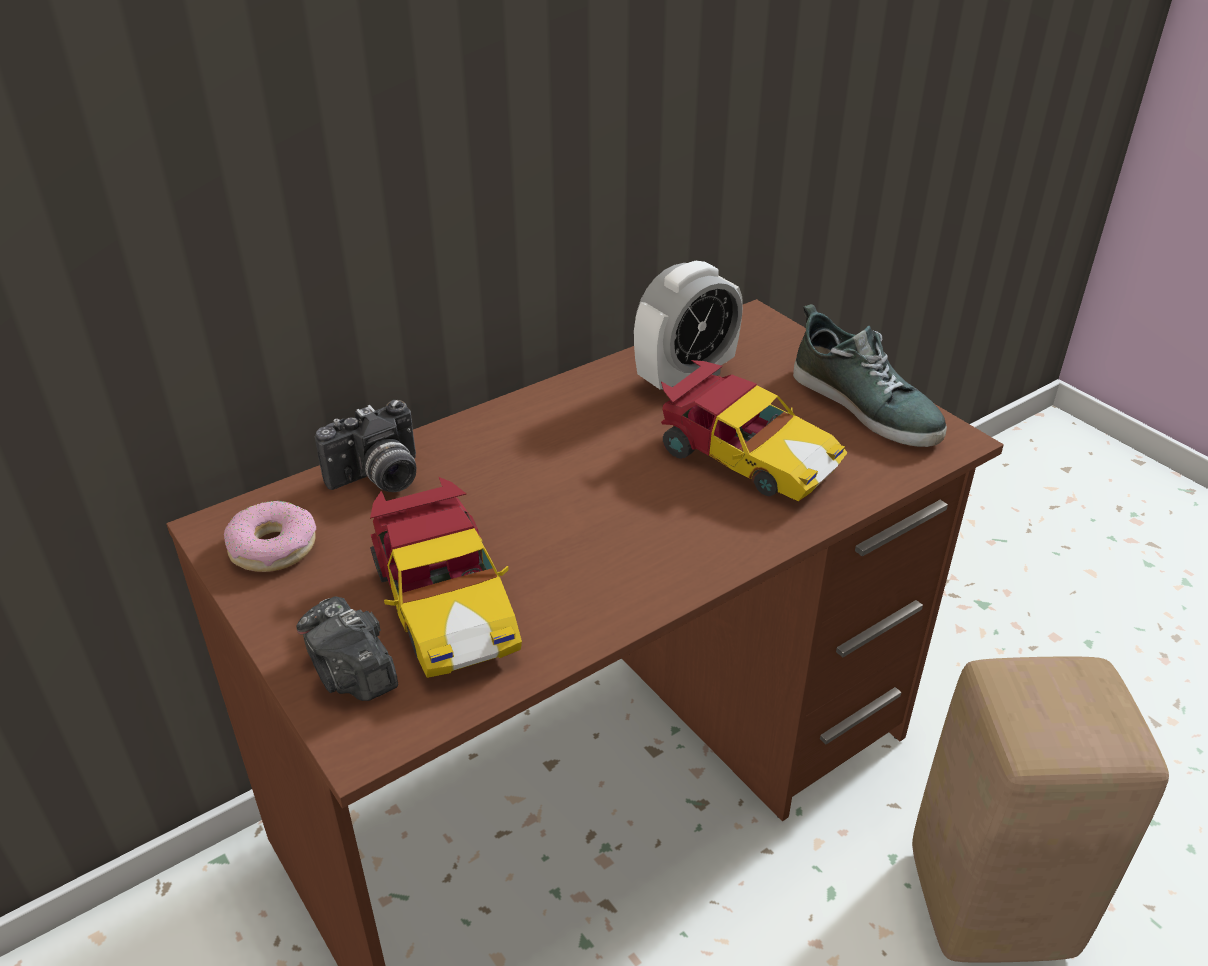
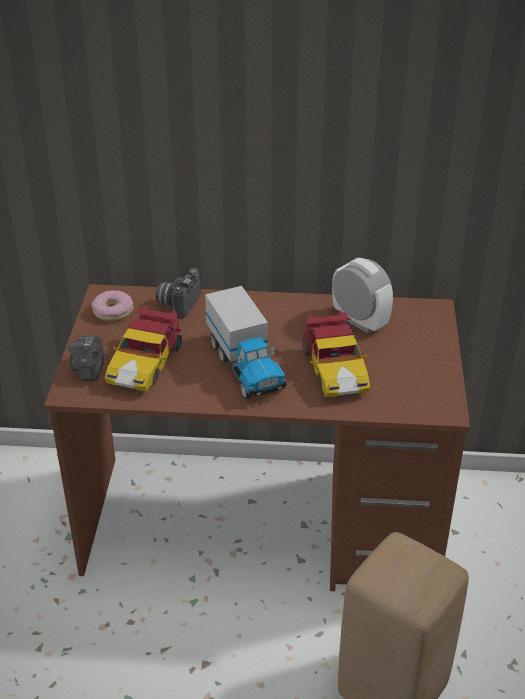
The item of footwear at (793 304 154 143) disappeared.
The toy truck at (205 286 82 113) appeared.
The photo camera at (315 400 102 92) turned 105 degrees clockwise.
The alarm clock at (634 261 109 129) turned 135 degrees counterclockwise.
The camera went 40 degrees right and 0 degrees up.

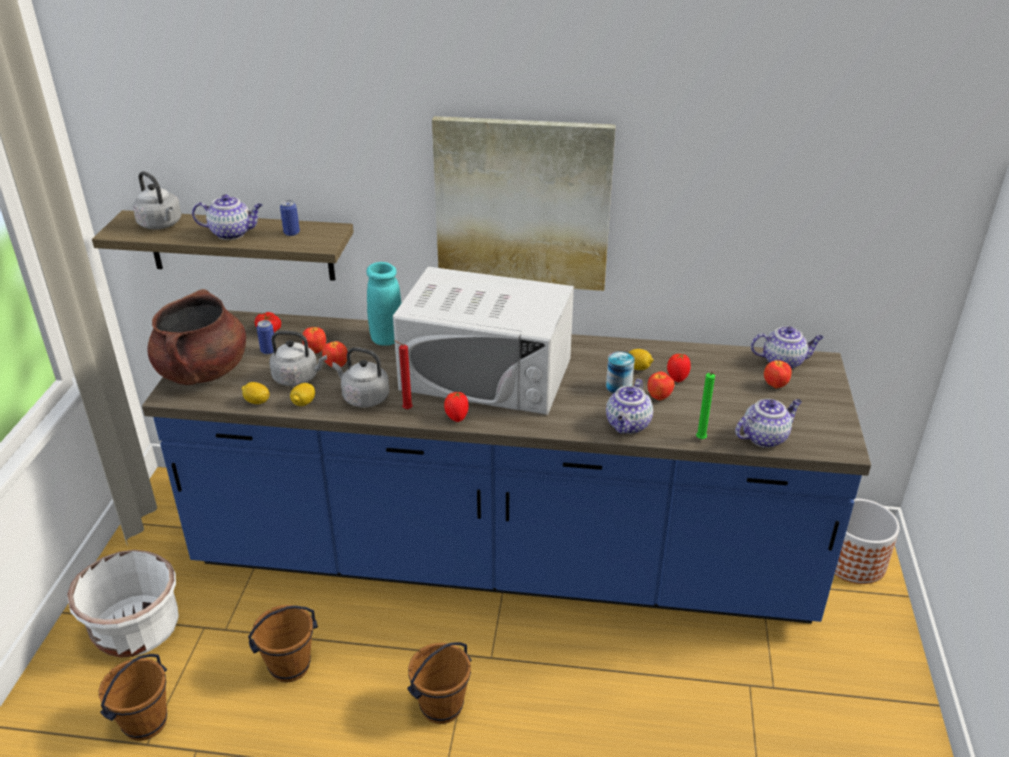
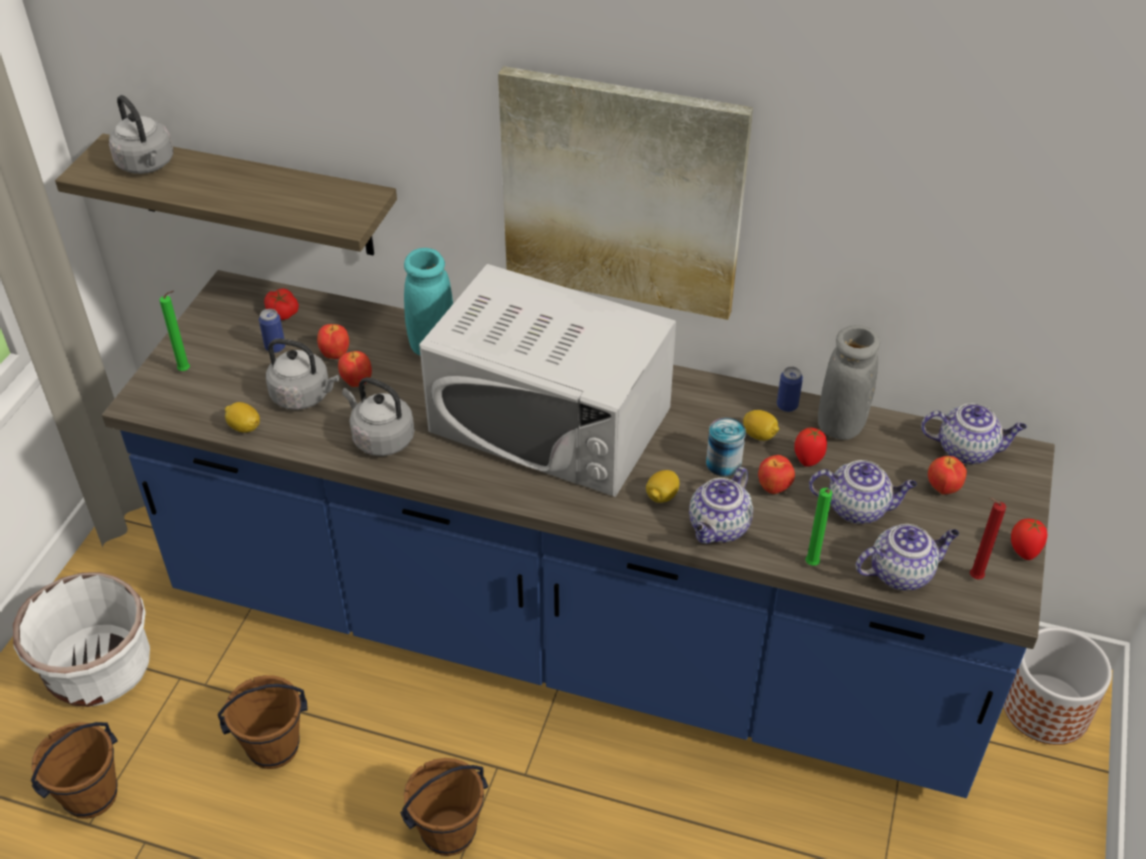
The flower vase/gray at (818 325 62 115) appeared.
The teapot moved from (192 194 71 46) to (809 460 108 64).
The metal can moved from (280 200 20 36) to (777 366 26 46).
The citrus fruit moved from (290 383 25 23) to (646 470 34 33).
The wax candle/red-coloured moved from (394 340 19 69) to (970 498 36 82).
The tomato moved from (444 391 25 31) to (1011 519 36 41).
The saucepot/brownish at (147 289 99 96) was replaced by the wax candle/green at (159 291 31 80).
The camera went 10 degrees right and 10 degrees up.

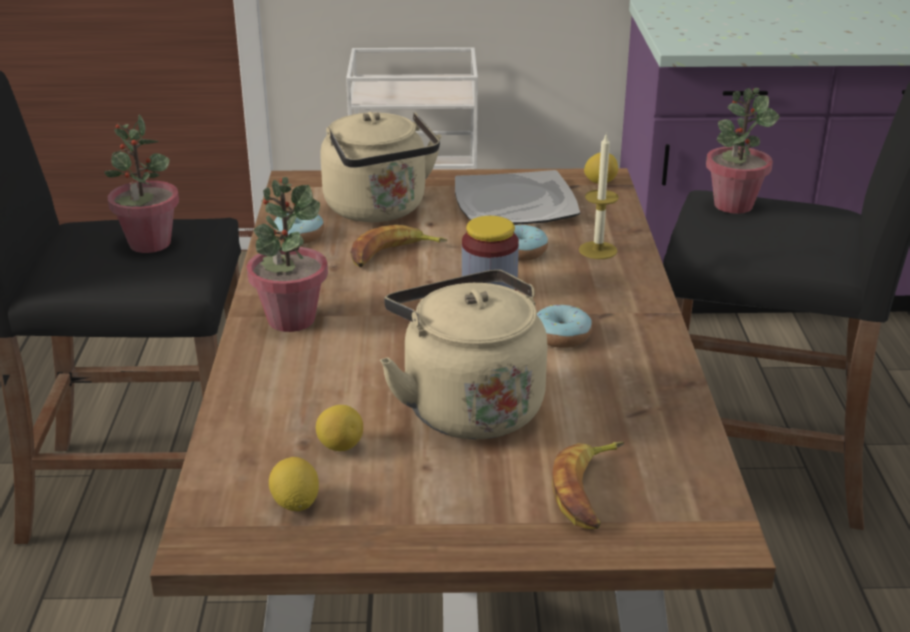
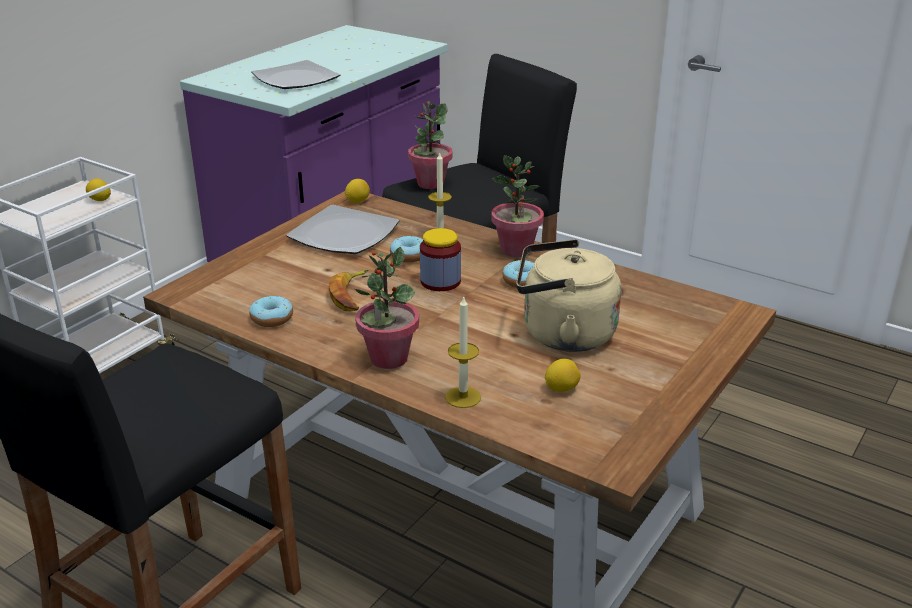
The tea kettle/sand-coloured at (320 112 121 110) disappeared.
The whole banana at (552 442 72 87) disappeared.
The plate at (251 60 89 29) appeared.
The wax candle at (445 295 36 113) appeared.
The plant in a pot moved from (104 115 75 138) to (491 155 53 102).
The citrus fruit moved from (269 457 50 54) to (86 178 25 23).
The camera went 55 degrees left and 0 degrees up.

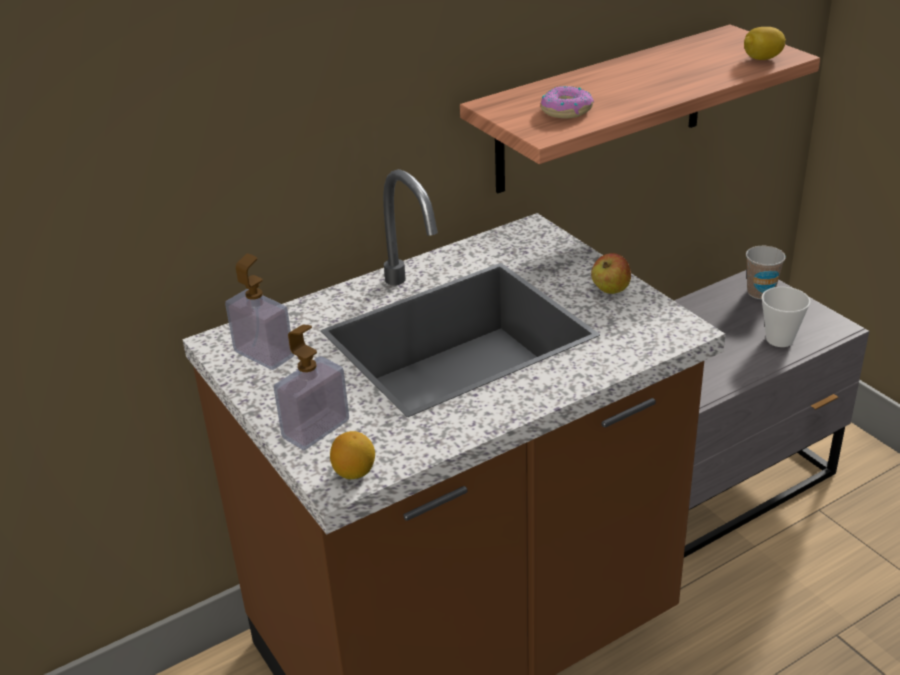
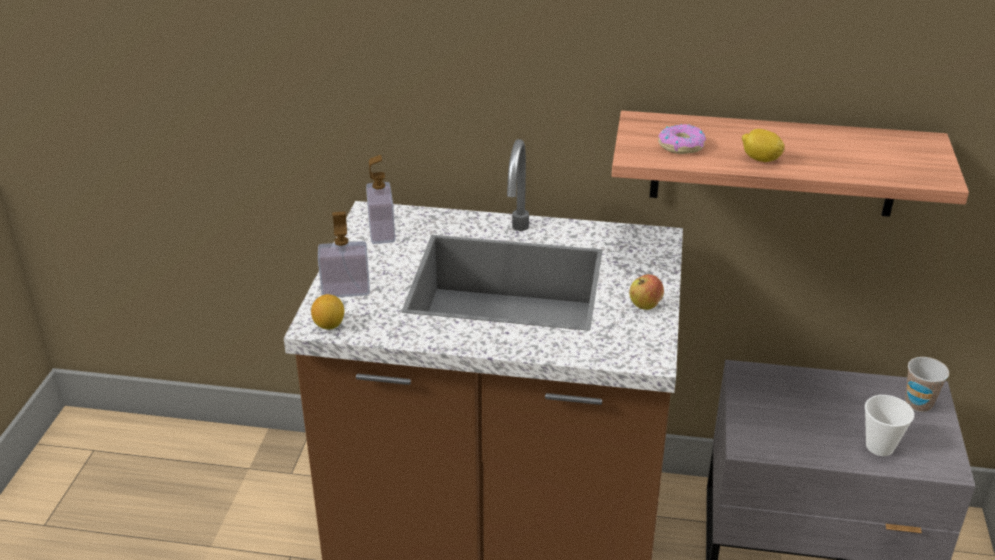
The citrus fruit moved from (744 27 42 33) to (742 129 43 33).
The camera went 40 degrees right and 0 degrees up.

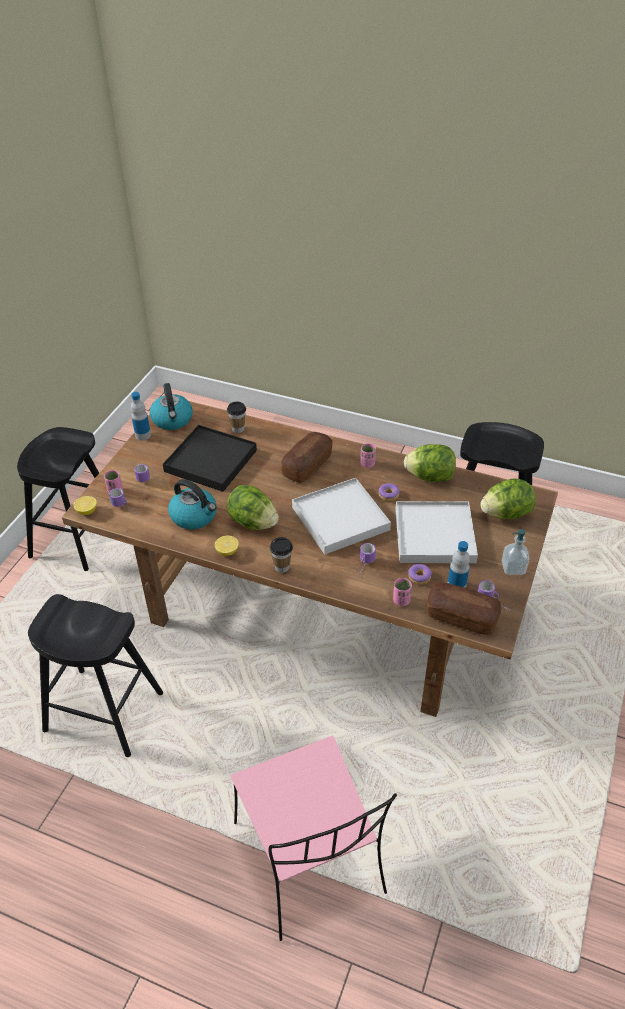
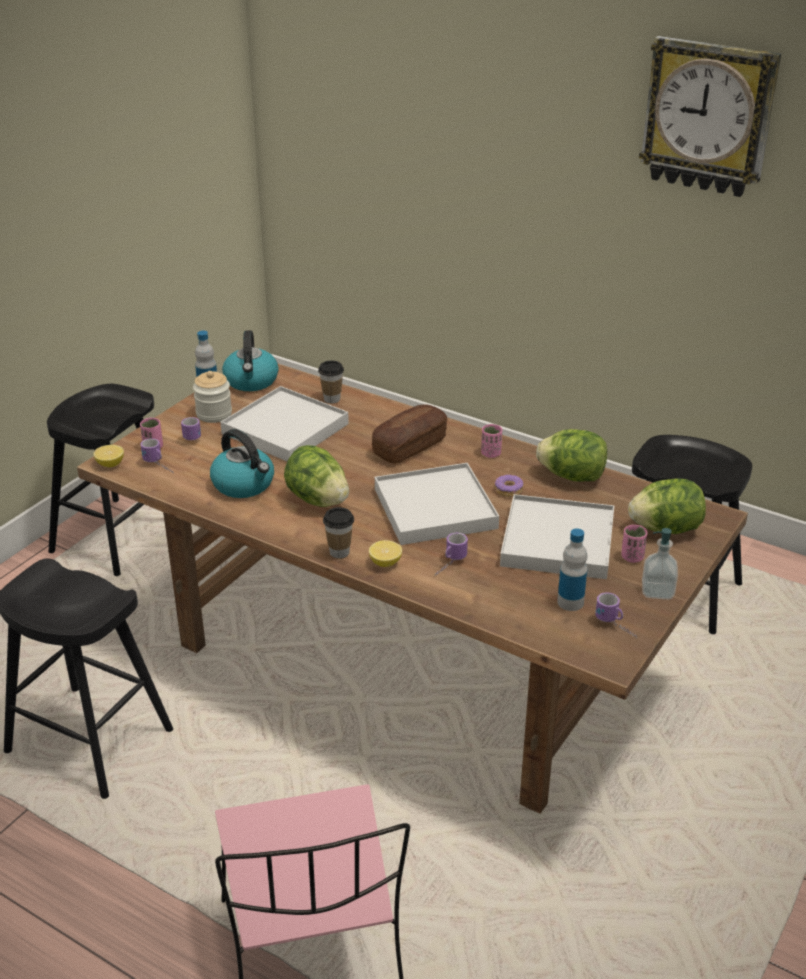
The doughnut at (408 564 24 21) disappeared.
The baked bread at (427 583 74 52) disappeared.
The storage jar at (193 371 39 52) appeared.
The hanging clock at (639 36 142 161) appeared.
The citrus fruit moved from (215 536 24 20) to (369 540 33 27).
The drinking cup/pink moved from (393 578 19 28) to (621 525 26 38).
The serving tray/black at (163 425 94 67) became the serving tray/white-coloured at (220 386 129 75).
The camera went 10 degrees right and 10 degrees down.

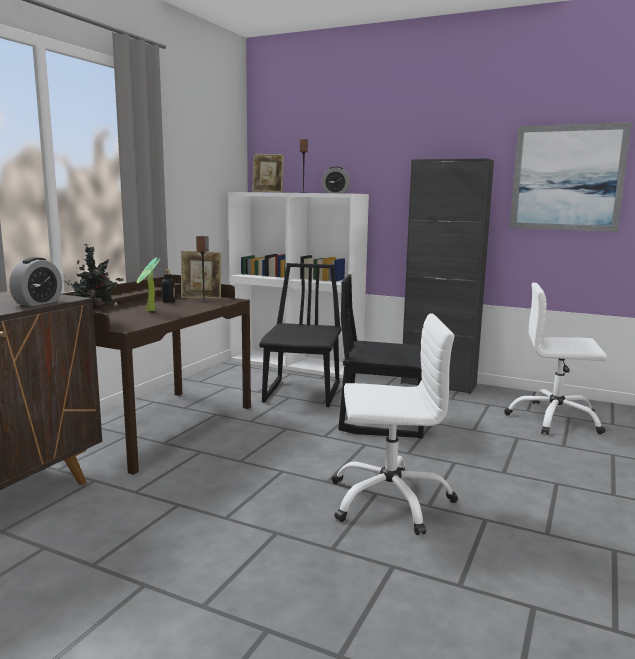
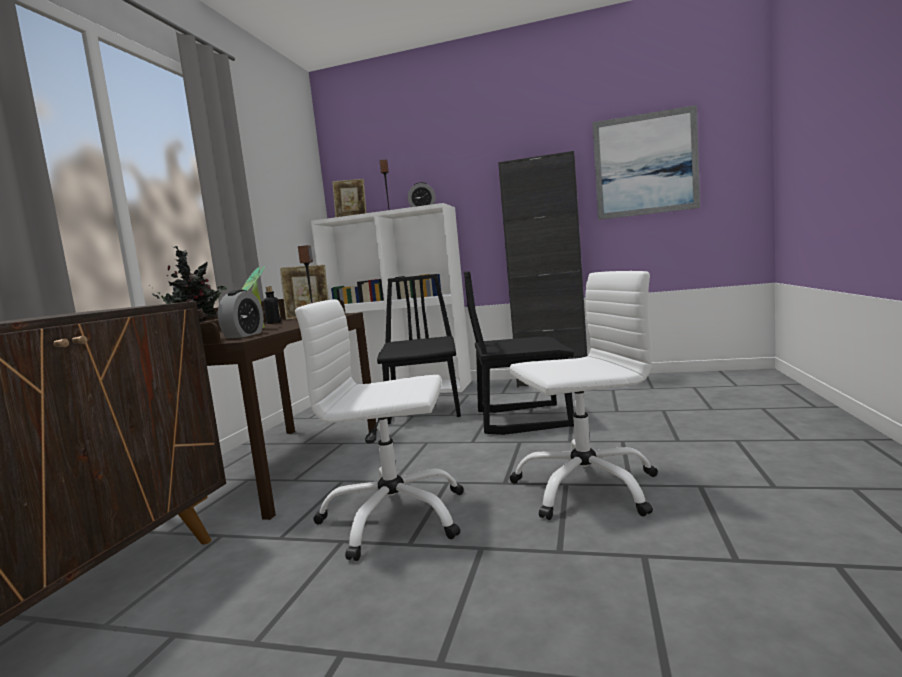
The alarm clock moved from (9 257 53 49) to (218 290 46 49).
The computer chair/white-coloured moved from (504 282 103 153) to (295 299 169 262).
The camera went 10 degrees left and 5 degrees down.

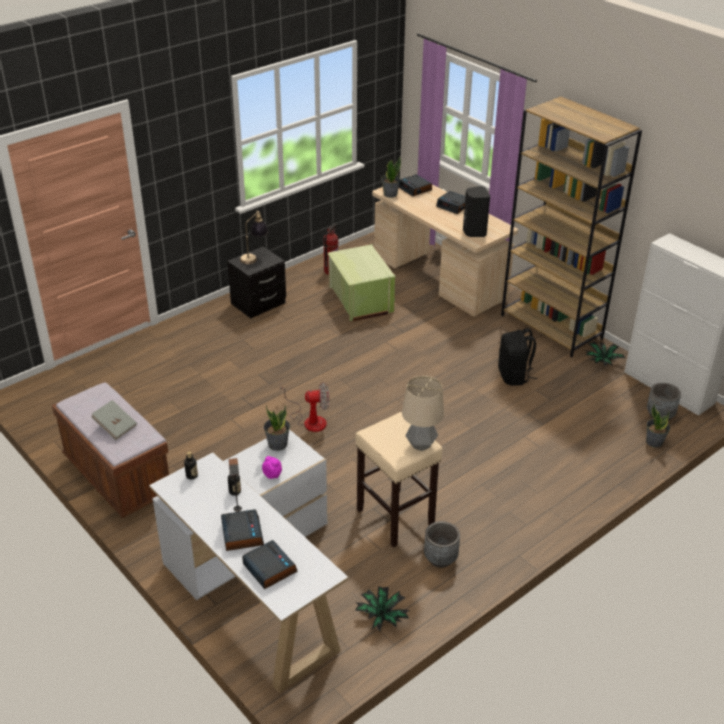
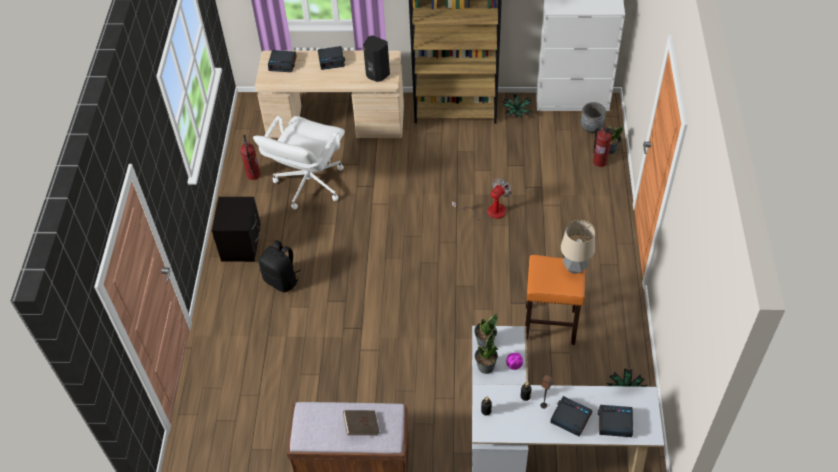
The tabletop lamp at (240 210 28 54) disappeared.
The flower pot/gray at (424 521 36 47) disappeared.
The extinguisher at (593 126 21 41) appeared.
The cooling fan moved from (280 382 49 50) to (452 178 60 42).
The plant in a pot moved from (381 157 20 41) to (475 333 23 41).
The knapsack/black moved from (498 328 39 58) to (258 240 43 52).
The storage box/green at (328 244 67 77) was replaced by the computer chair/white-coloured at (253 116 92 94).
The bound book/gray at (91 400 46 40) became the bound book/brownish at (343 410 37 25).
The sitting stool/sand-coloured at (355 412 88 135) became the sitting stool/orange at (525 255 60 90).
The camera went 45 degrees left and 15 degrees up.

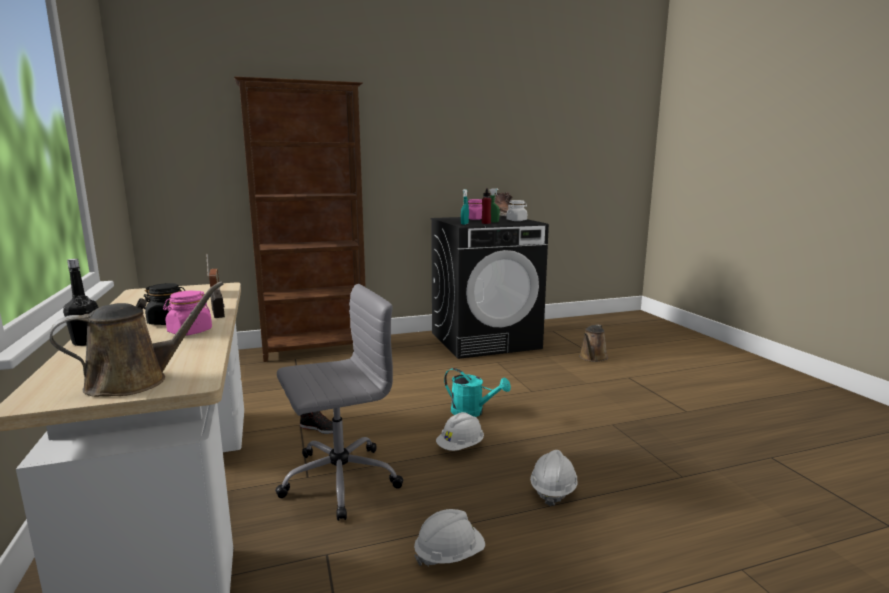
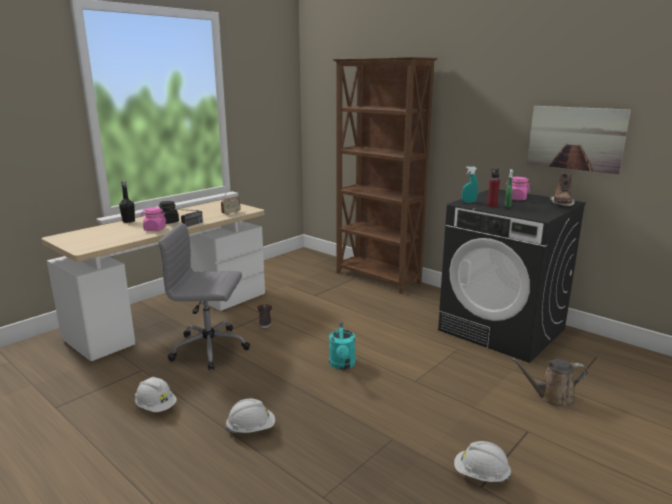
The sprinkling can/brownish at (50 282 173 115) disappeared.
The storage jar/white-coloured at (506 200 21 21) disappeared.
The picture at (527 106 104 68) appeared.
The work helmet/white-coloured moved from (436 412 48 39) to (454 441 57 41).
The computer chair/gray at (275 284 128 237) turned 150 degrees clockwise.
The camera went 60 degrees right and 5 degrees up.

